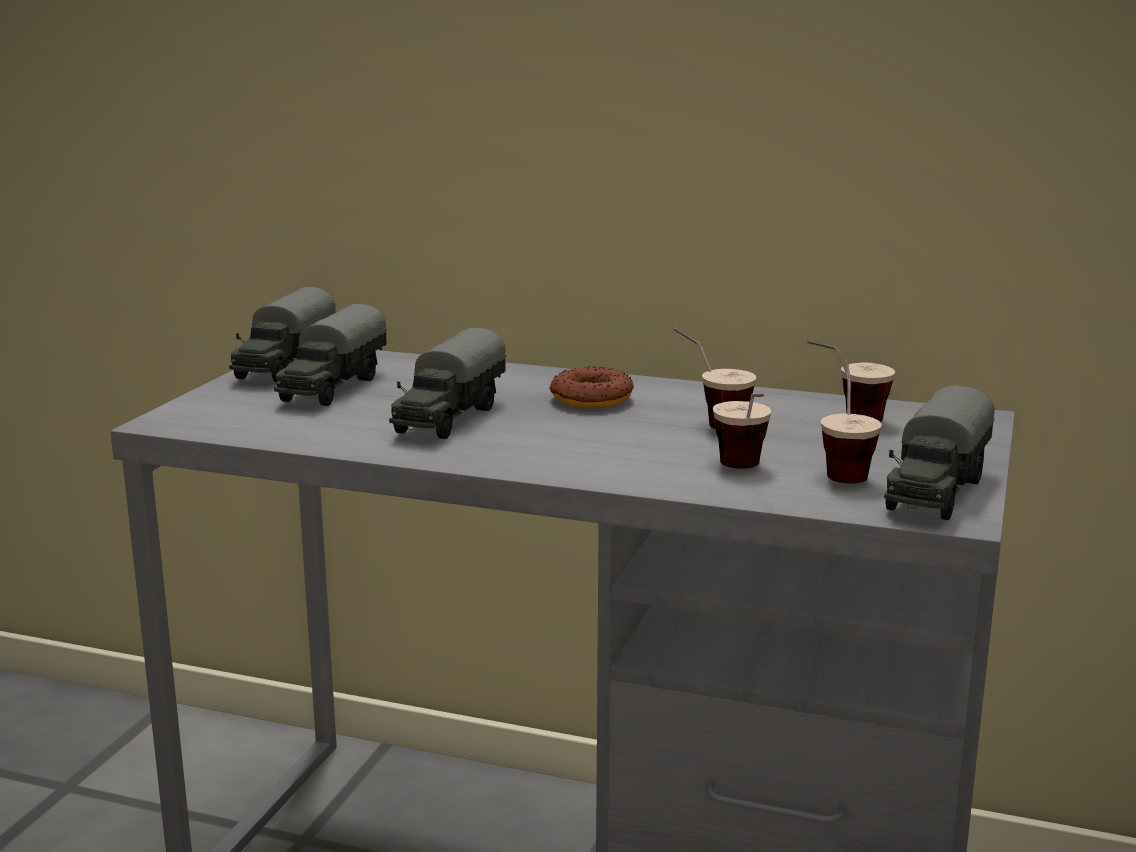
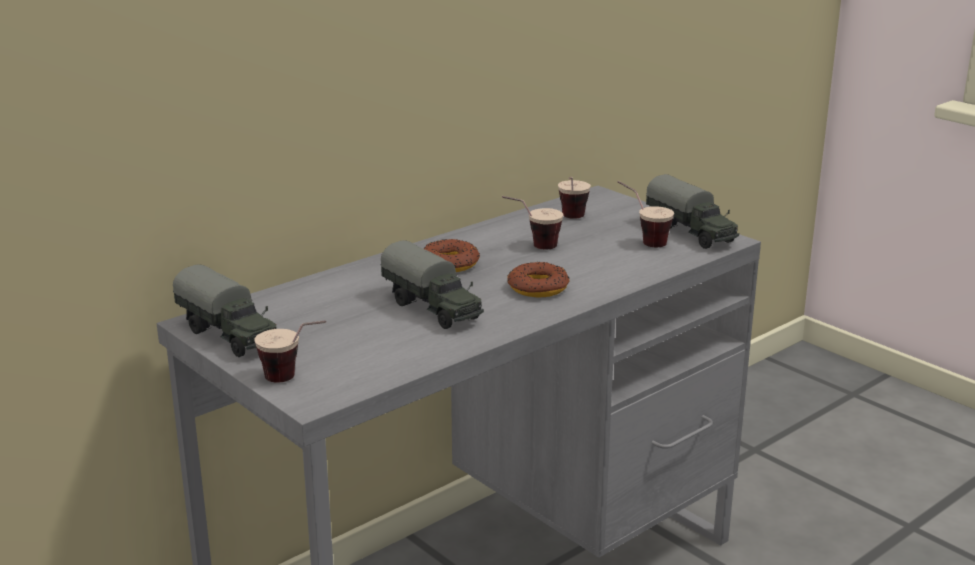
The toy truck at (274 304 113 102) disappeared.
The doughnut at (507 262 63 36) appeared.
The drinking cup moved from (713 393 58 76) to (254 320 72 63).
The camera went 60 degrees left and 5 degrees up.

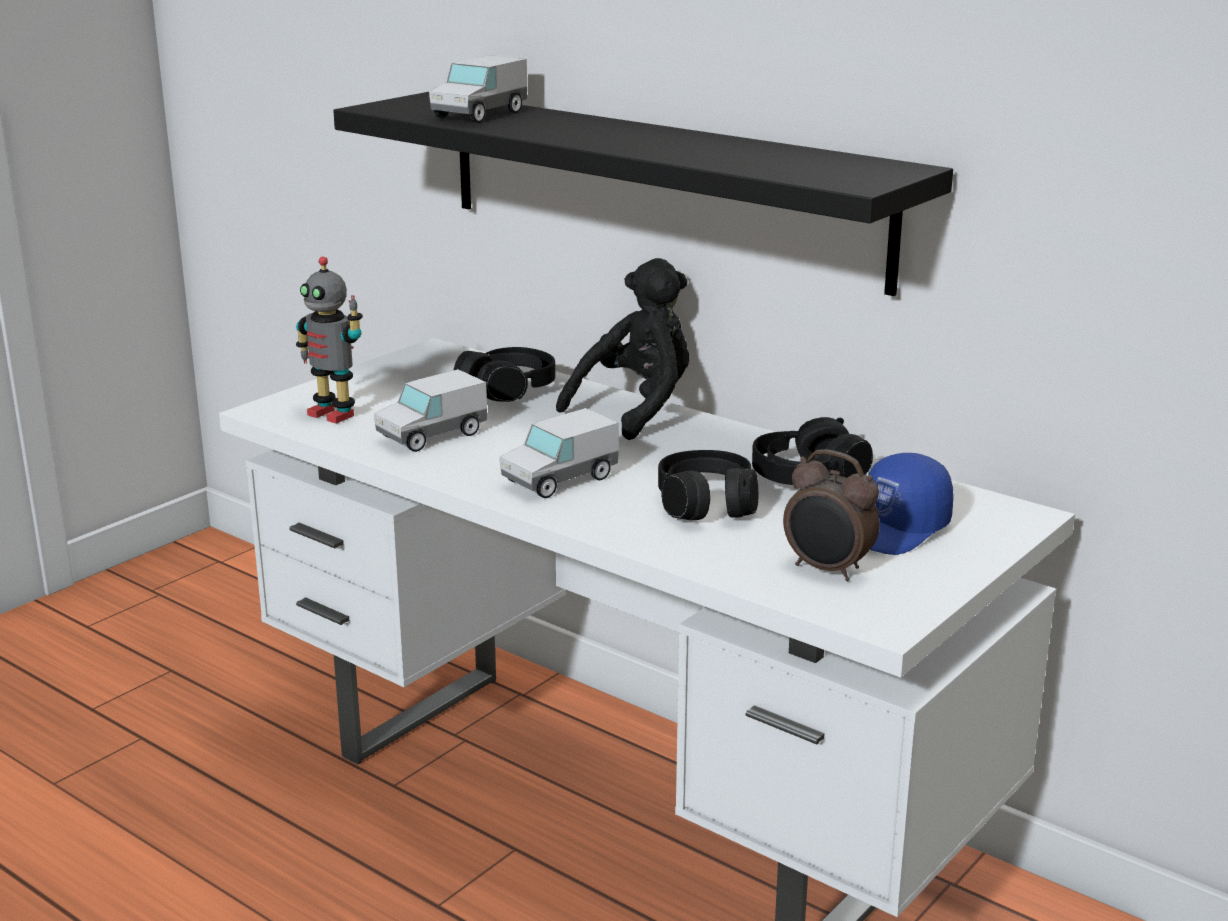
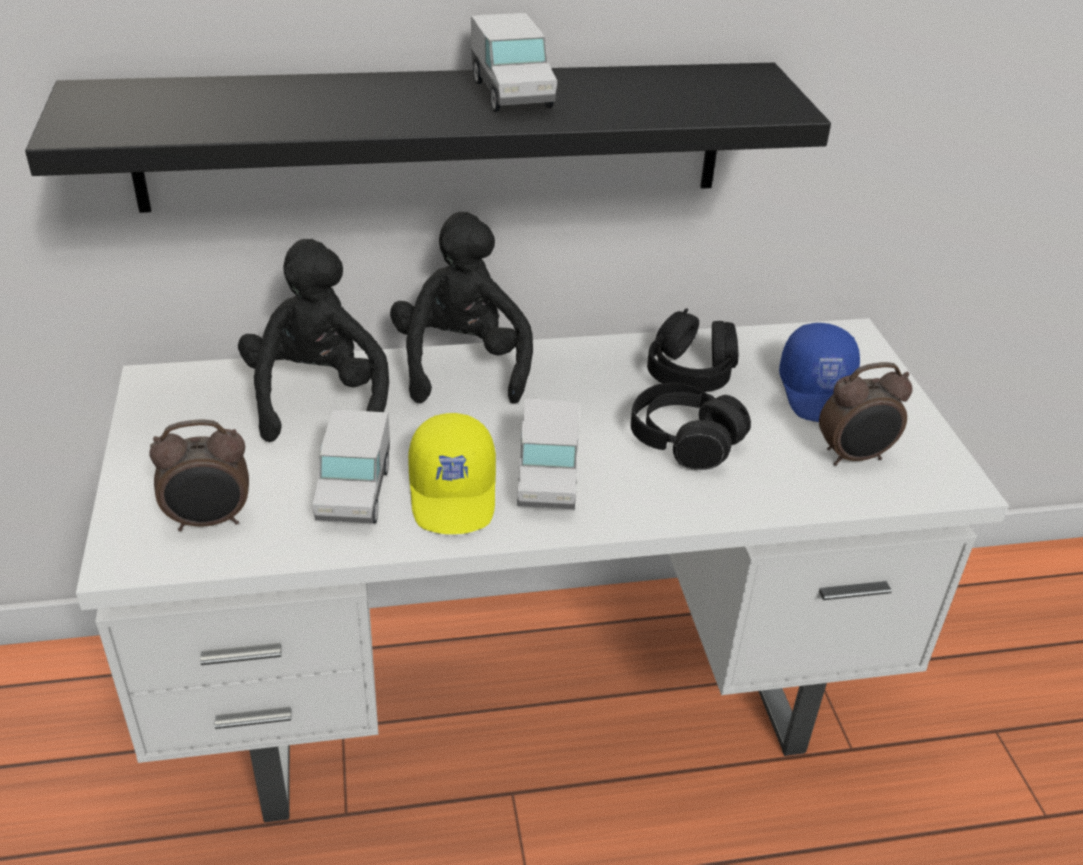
The baseball cap/yellowish at (408 413 88 121) appeared.
The toy truck moved from (429 55 98 68) to (471 13 86 99).
The model robot at (296 257 67 167) was replaced by the alarm clock at (149 419 100 112).
The pair of headphones/black at (454 347 101 55) was replaced by the soft toy/black at (238 239 151 203).
The camera went 50 degrees left and 15 degrees up.

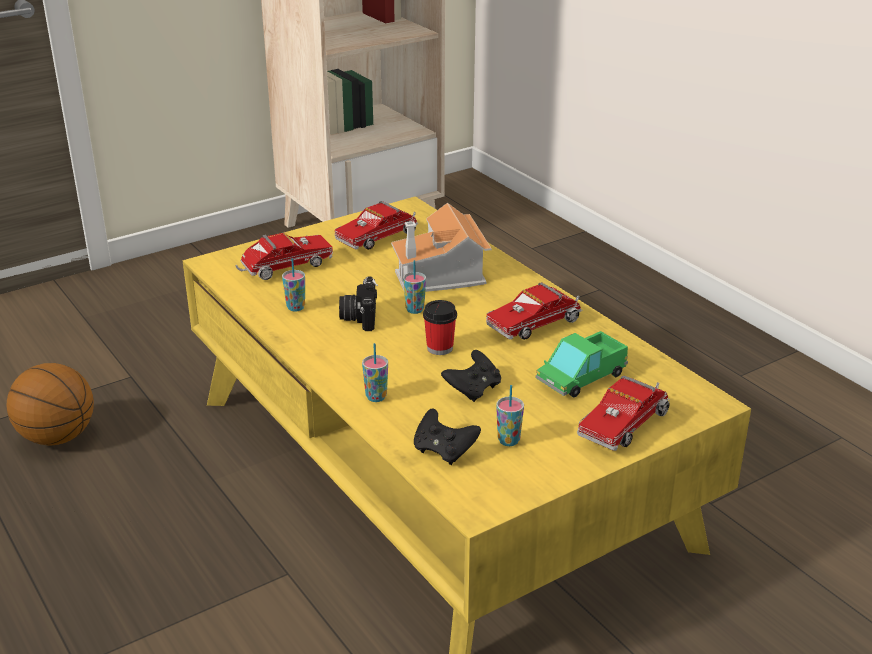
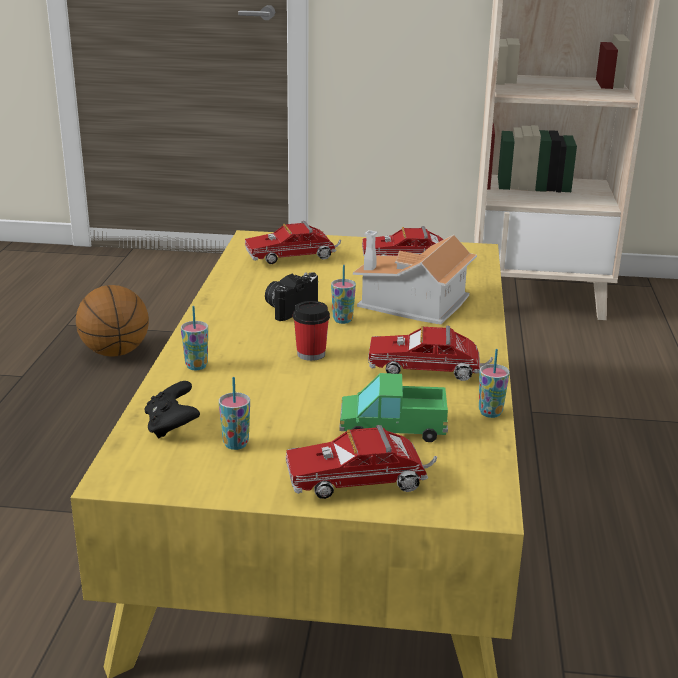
The joypad/black at (441 350 60 52) disappeared.
The drinking cup moved from (282 258 23 54) to (479 349 31 69).
The toy truck at (235 232 98 48) turned 150 degrees clockwise.
The camera went 40 degrees right and 5 degrees down.

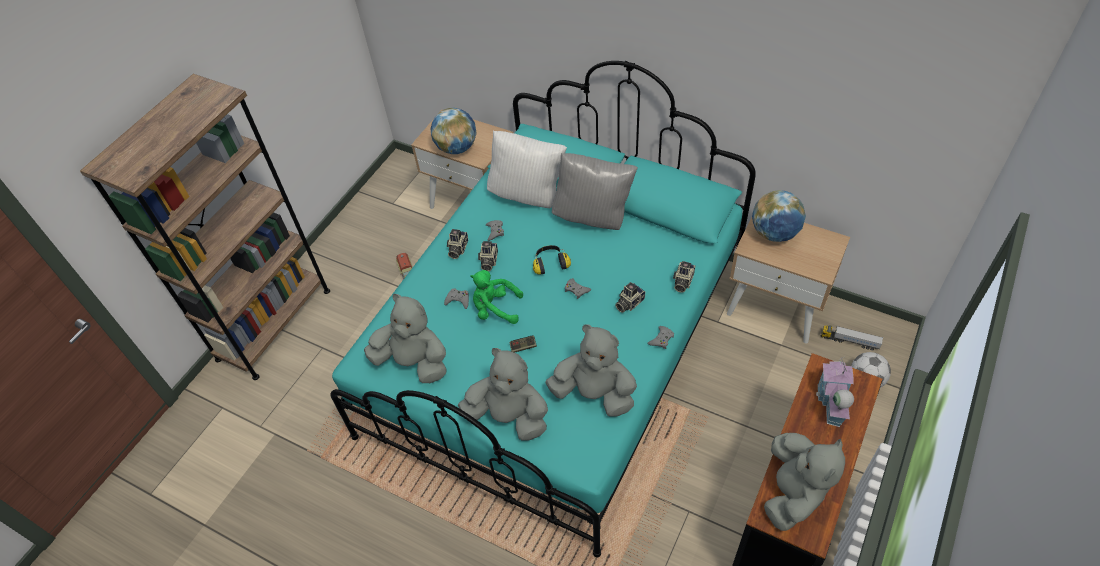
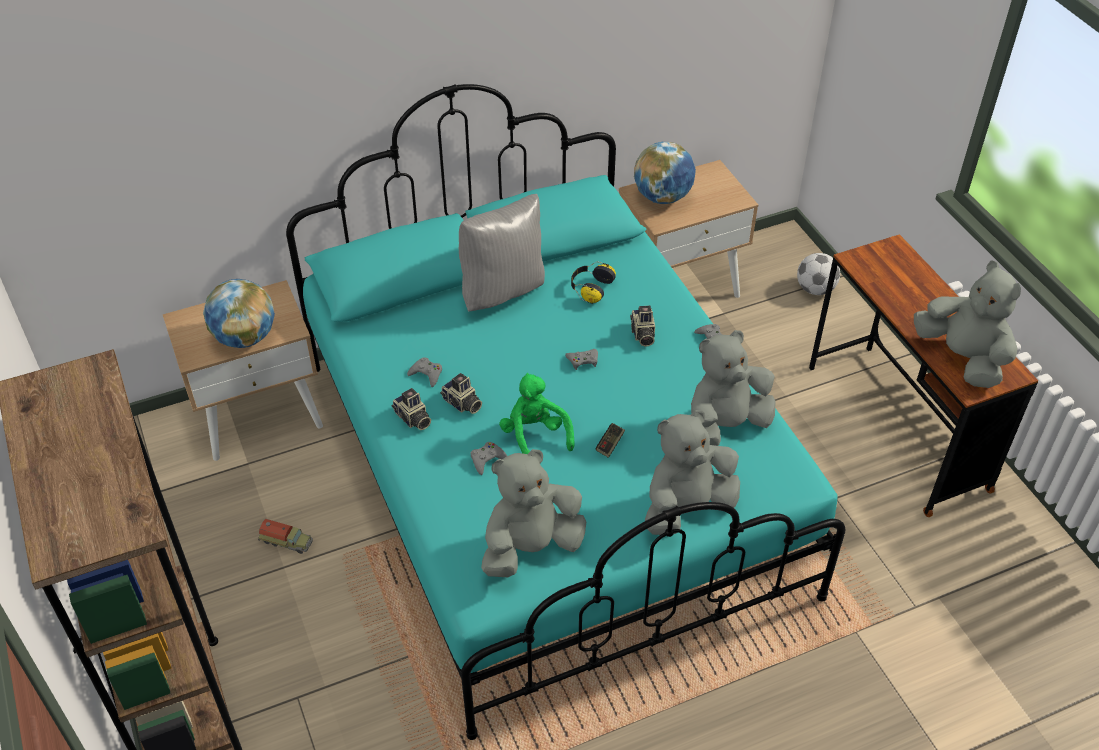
The throw pillow/white-coloured at (487 131 80 77) disappeared.
The photo camera at (673 261 22 32) disappeared.
The model house at (816 356 38 71) disappeared.
The toy truck at (821 325 62 26) disappeared.
The pair of headphones moved from (533 245 38 29) to (571 262 45 42).
The soft toy/green at (470 270 53 54) turned 105 degrees clockwise.
The camera went 55 degrees left and 5 degrees down.

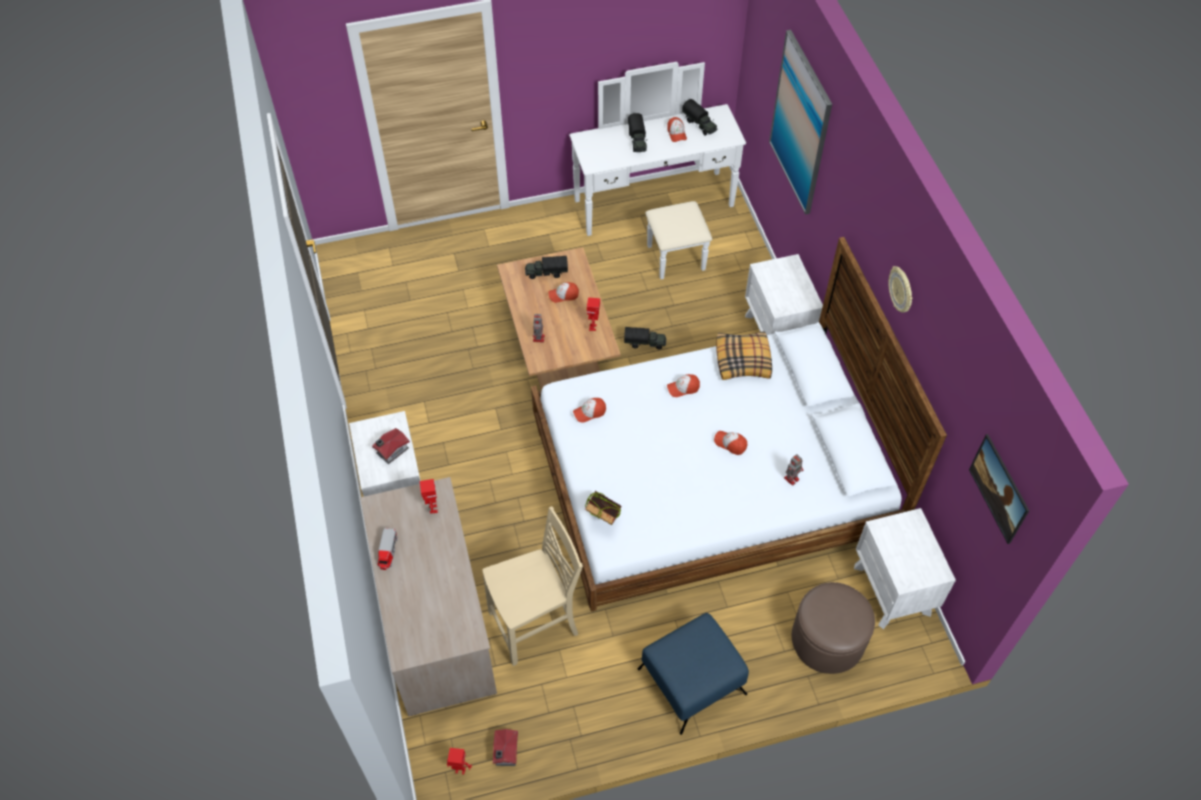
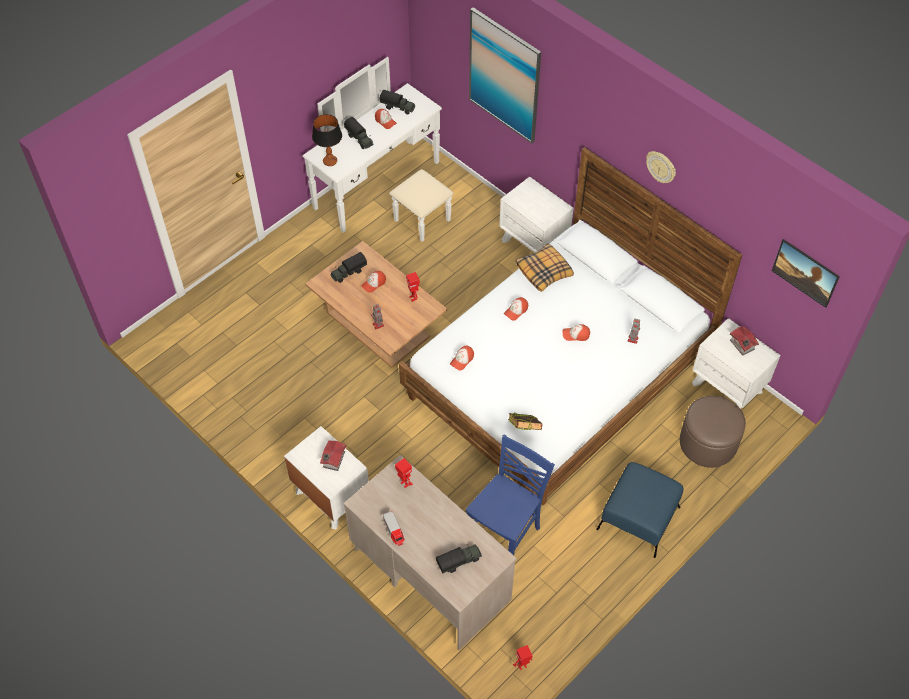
The tabletop lamp at (312 114 30 52) appeared.
The model house moved from (493 729 25 37) to (730 326 29 30).
The toy truck moved from (624 327 42 22) to (436 544 46 29).
The plain chair/sand-coloured at (482 506 101 160) became the plain chair/blue-coloured at (466 434 89 121).
The camera went 30 degrees left and 0 degrees up.

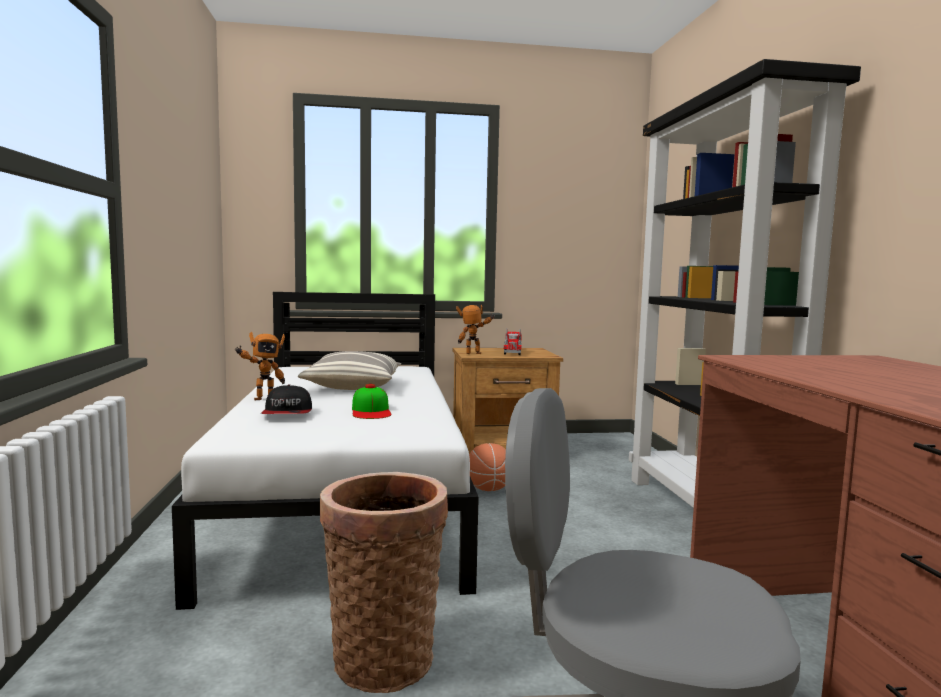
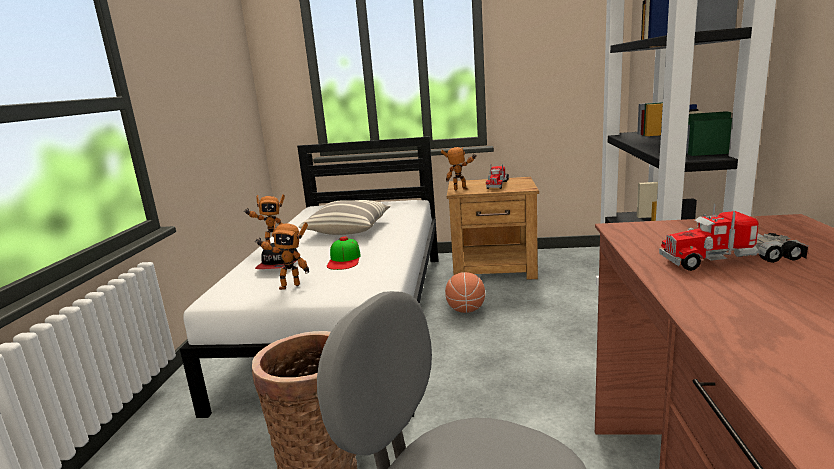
The model robot at (256 221 53 69) appeared.
The toy truck at (659 204 149 67) appeared.
The camera went 15 degrees right and 10 degrees up.

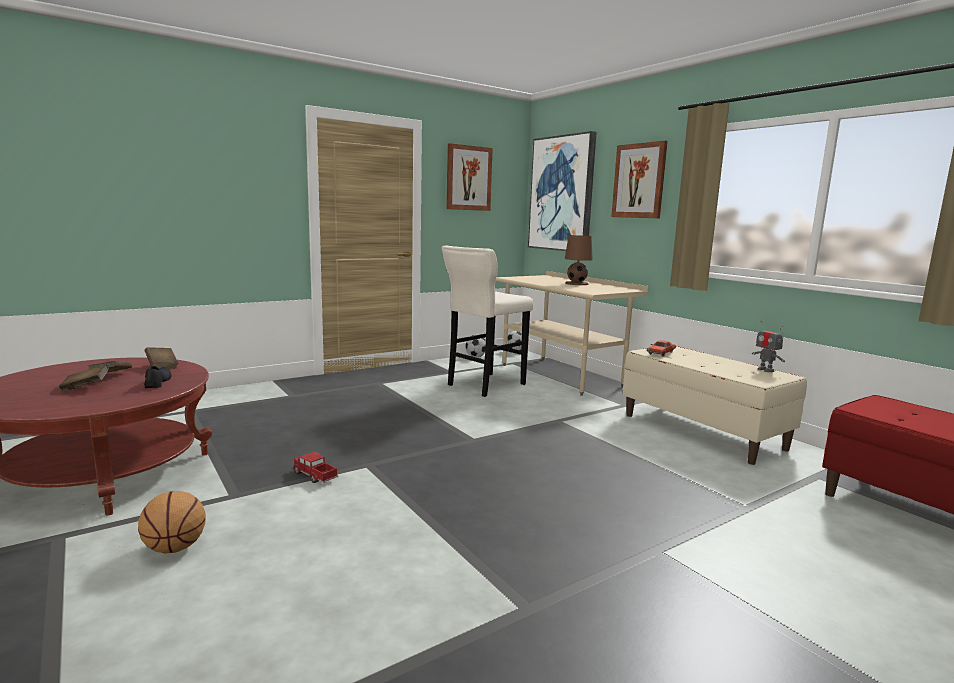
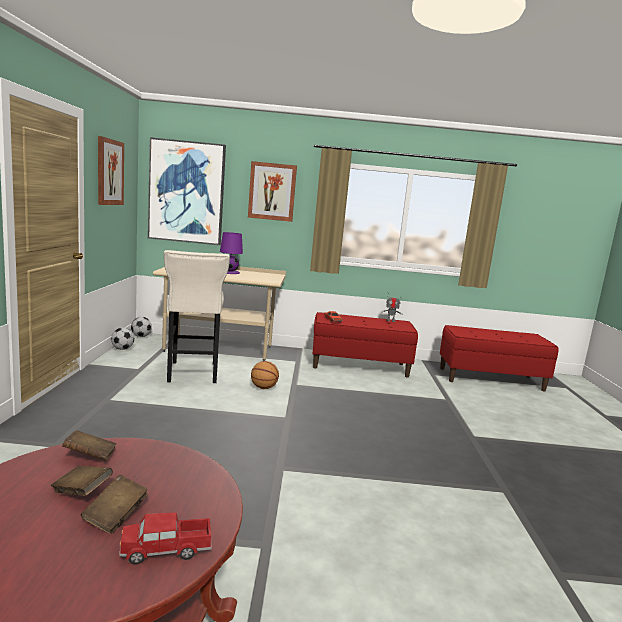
The item of footwear/black at (144 366 28 22) disappeared.
The basketball moved from (138 491 67 63) to (251 361 28 28).
The toy truck moved from (293 452 45 31) to (119 512 93 52).
The tabletop lamp/brownish at (565 235 28 50) became the tabletop lamp/purple at (220 232 23 42).
The indoor bench/sand-coloured at (622 346 185 119) became the indoor bench/red-coloured at (313 312 105 66).
The camera went 55 degrees left and 0 degrees up.

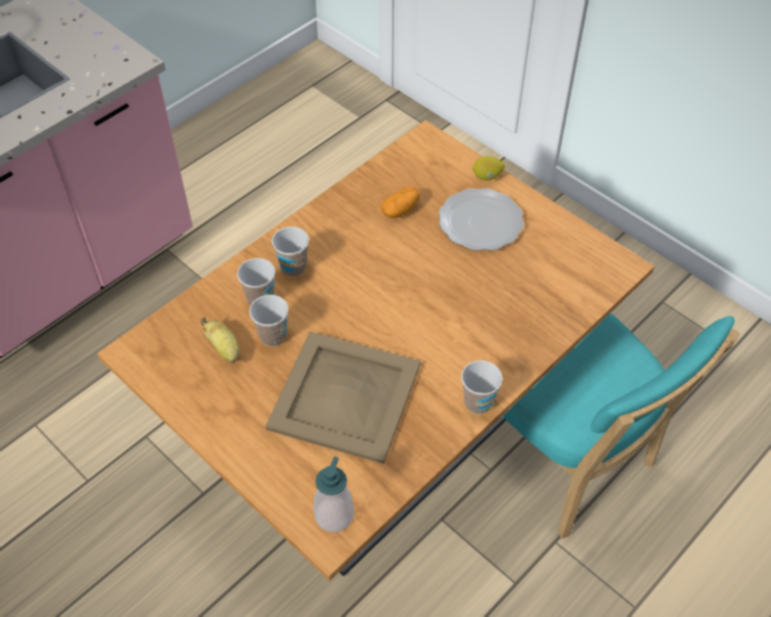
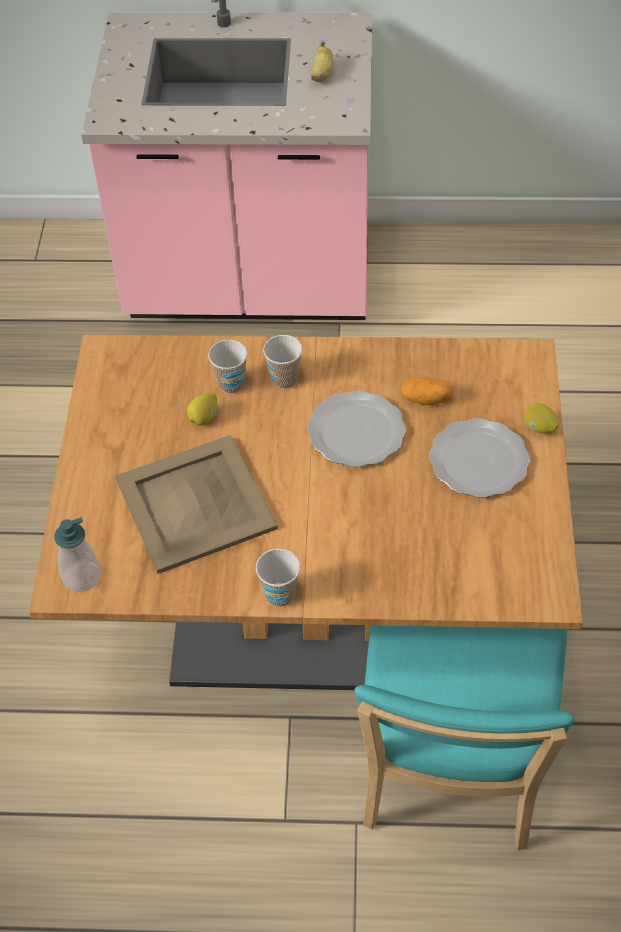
The plate at (307 391 99 76) appeared.
The whole banana moved from (201 317 39 46) to (310 41 24 41).
The drinking cup at (249 295 40 52) was replaced by the citrus fruit at (187 393 31 33).
The camera went 50 degrees right and 0 degrees up.

